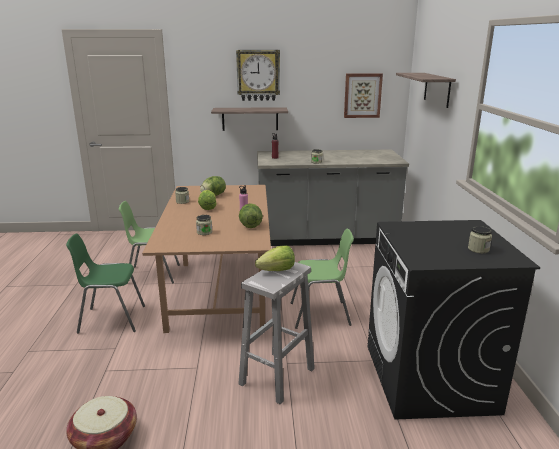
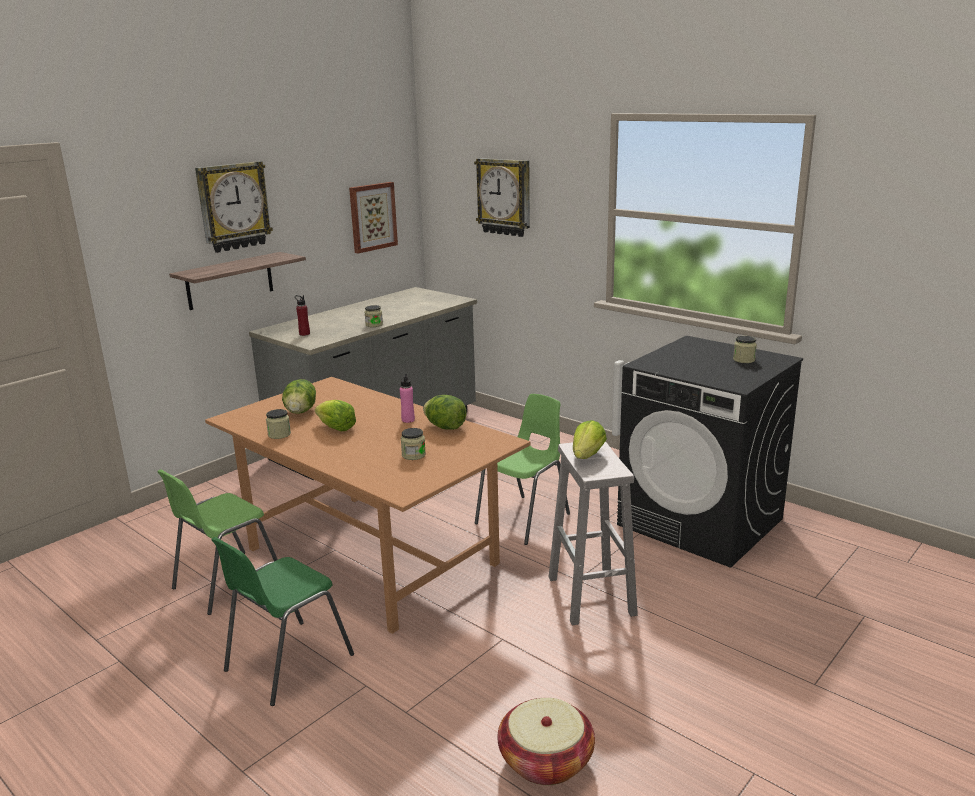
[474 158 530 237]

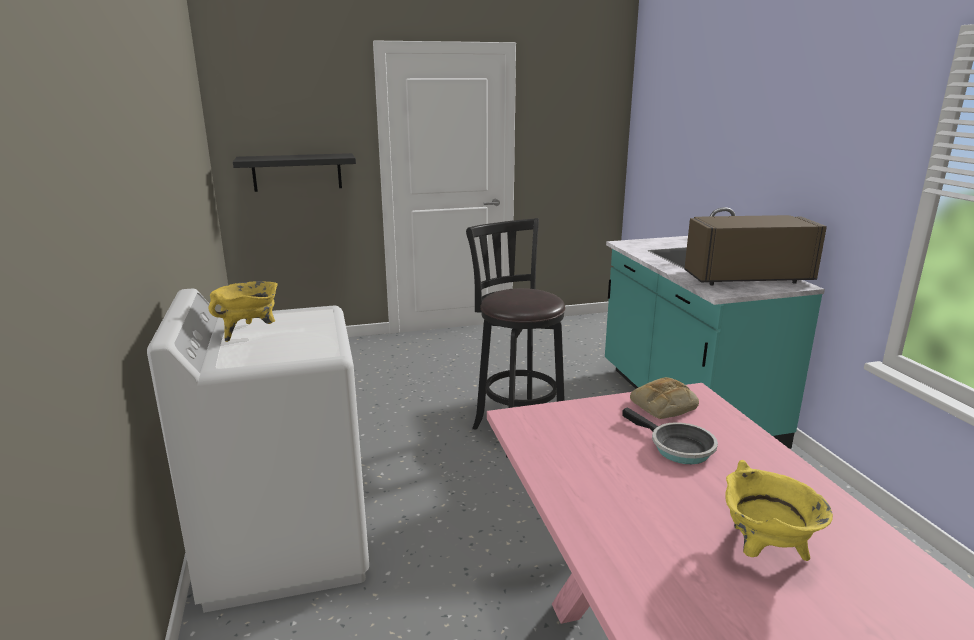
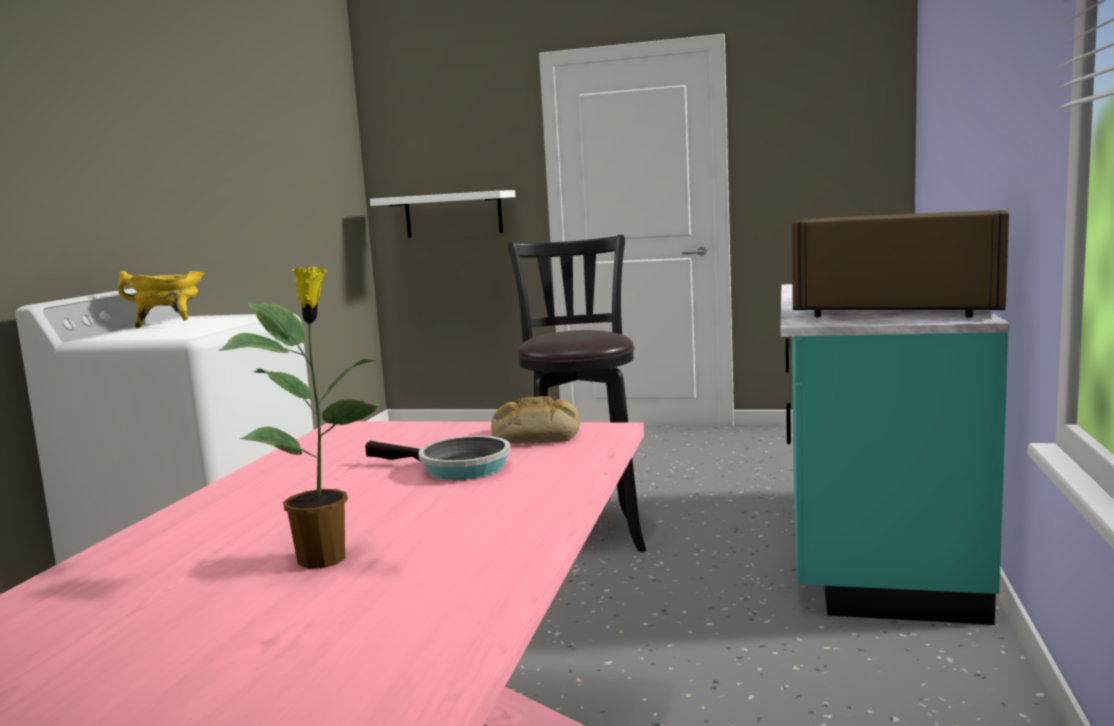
[370 190 516 238]
[365 436 511 480]
[218 266 381 569]

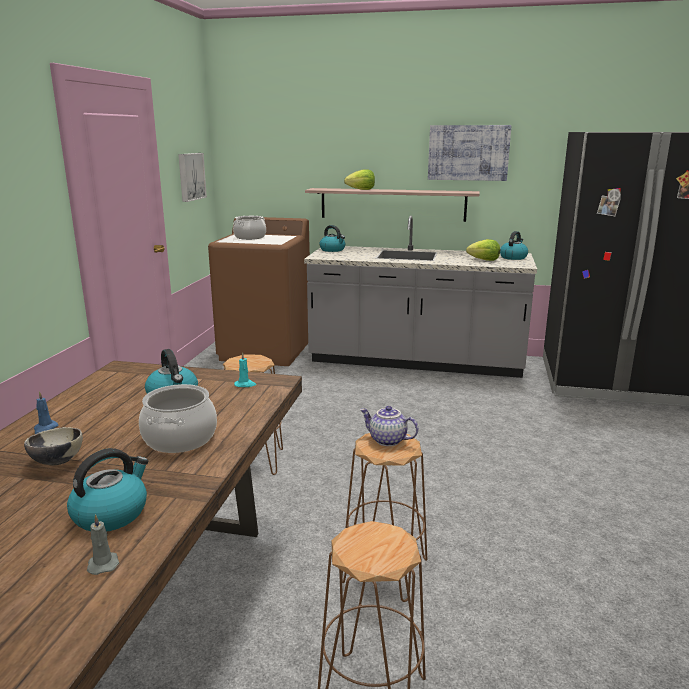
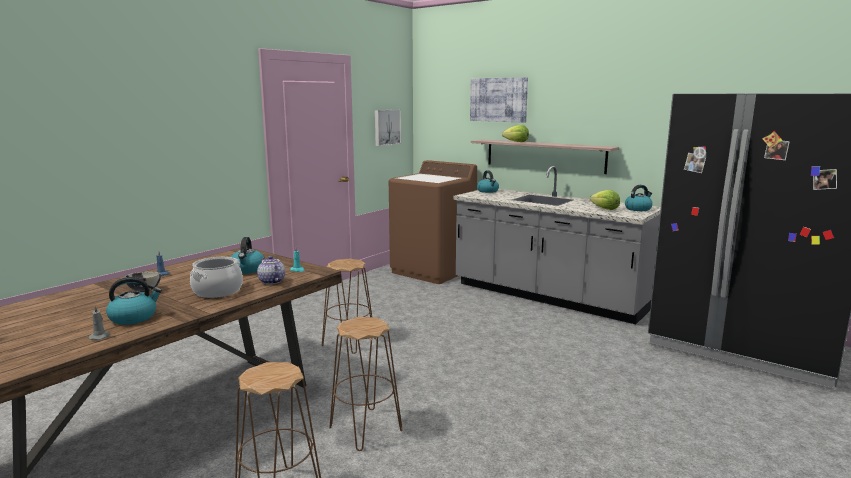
[470 77 528 123]
[233 216 266 240] (first image)
[257 256 285 285]

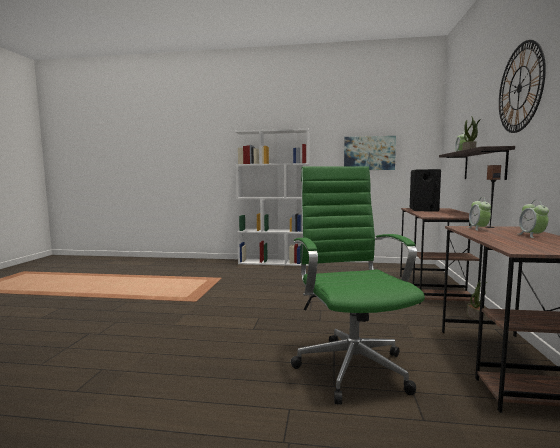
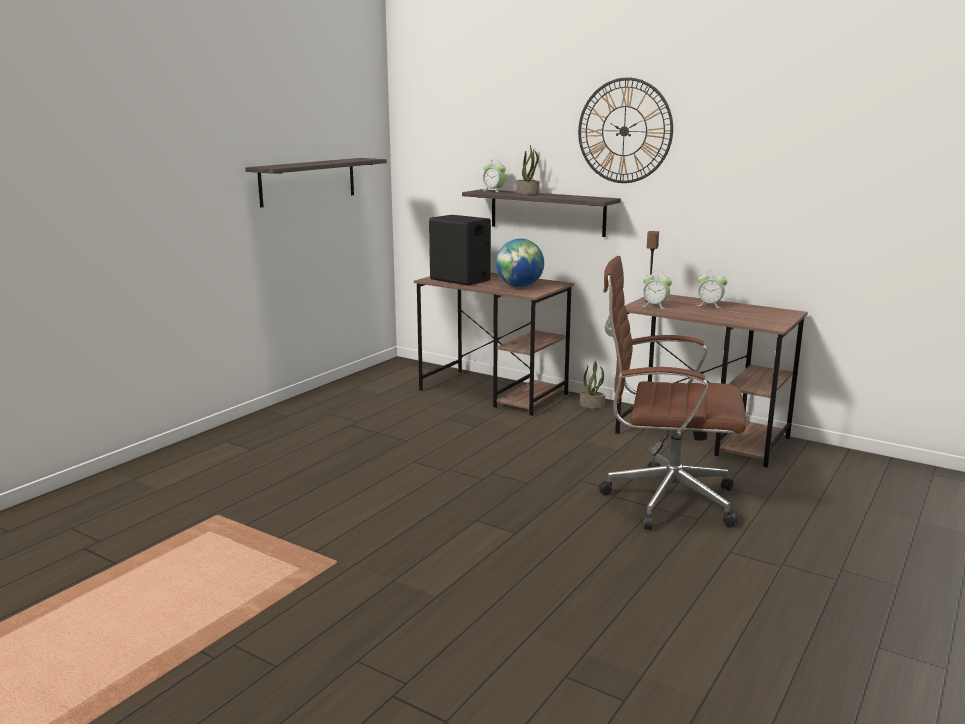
[235 129 310 266] (first image)
[245 158 387 208]
[599 256 746 530]
[496 239 544 287]

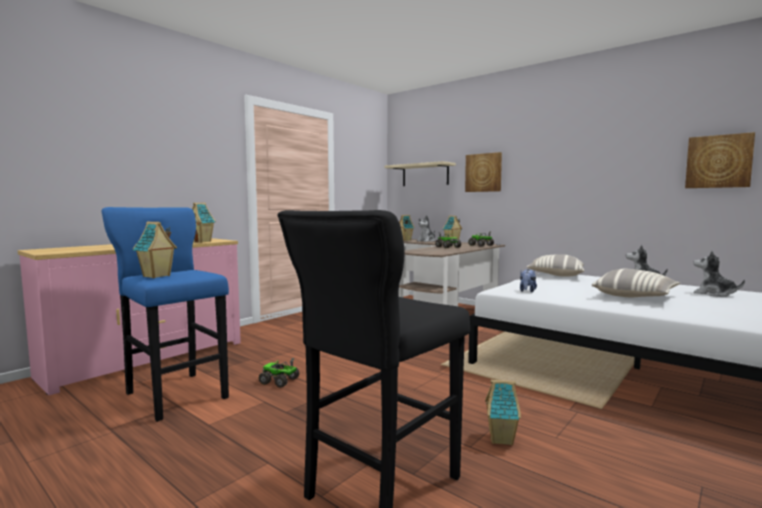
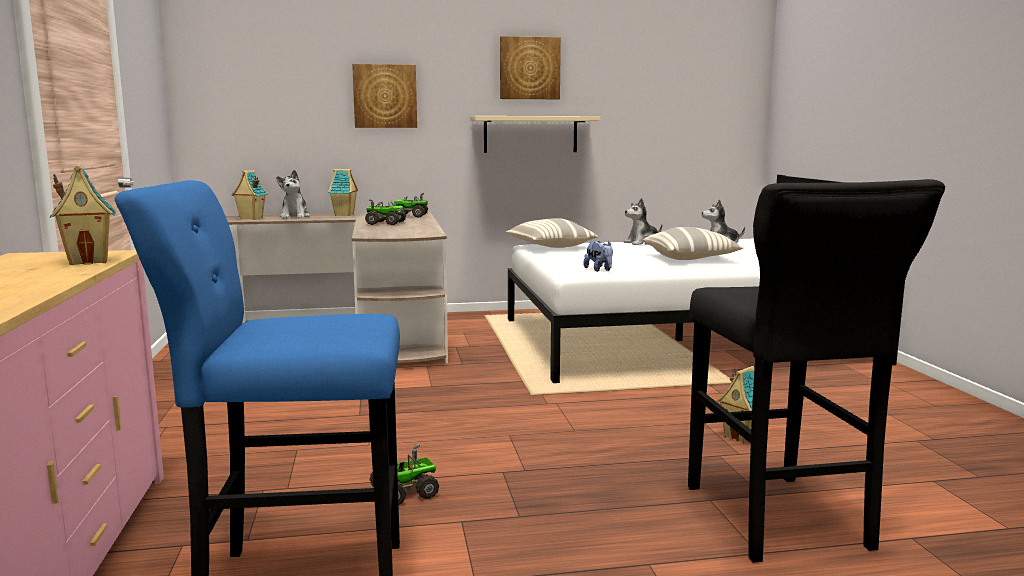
[500 36 561 99]
[471 116 600 153]
[133 221 177 278] (first image)

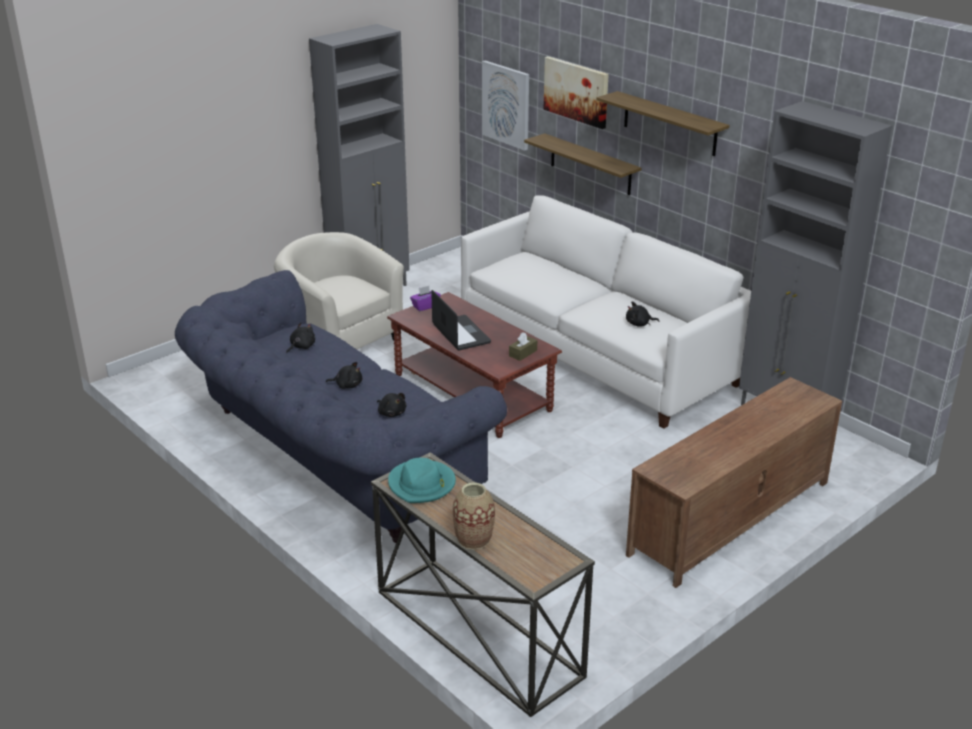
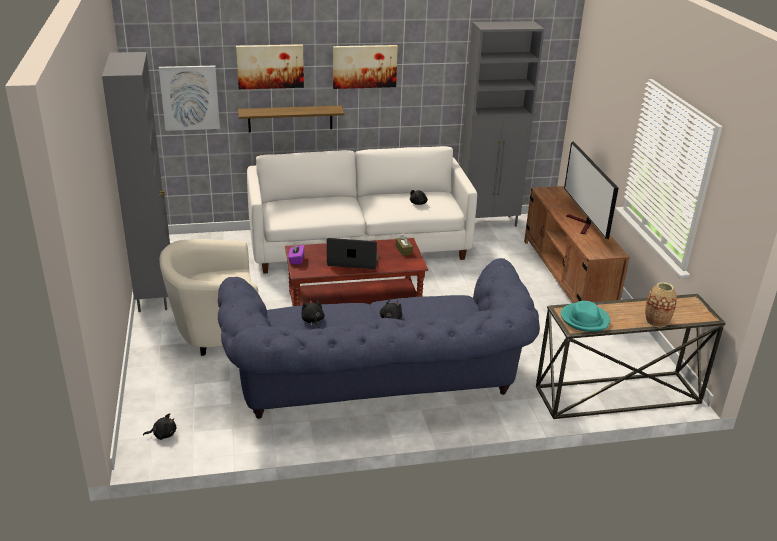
[333 45 398 89]
[143 413 176 440]
[564 141 619 240]

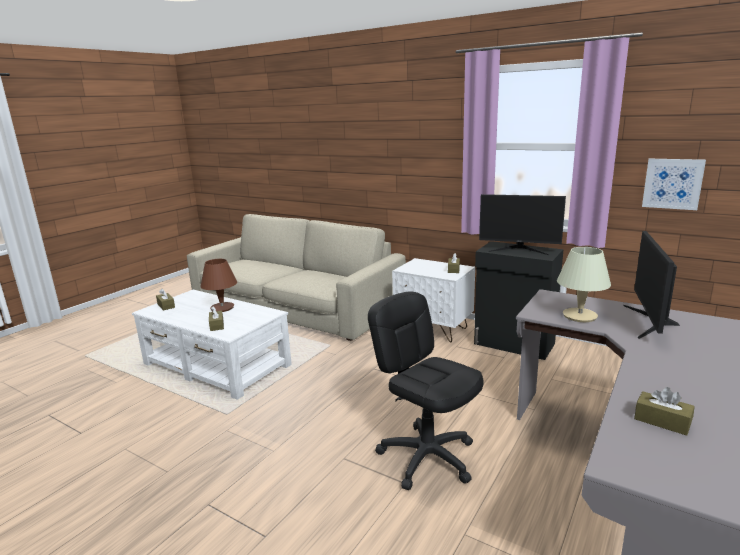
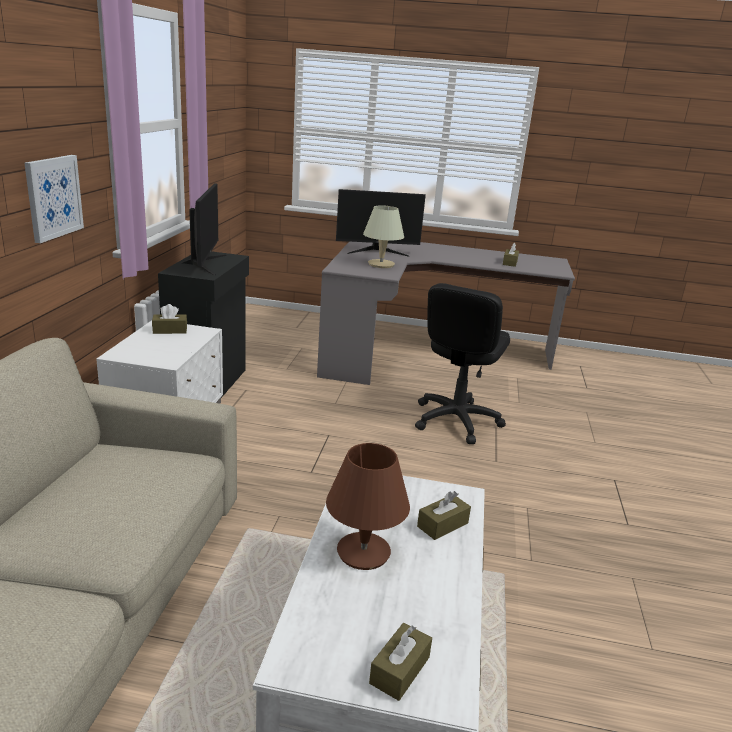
[24 155 84 243]

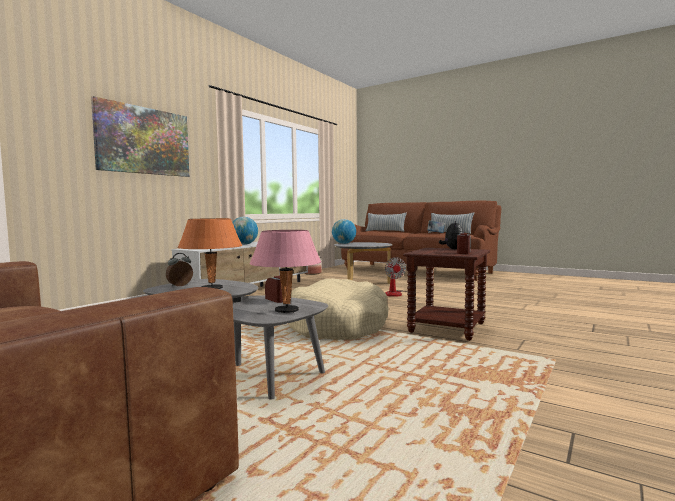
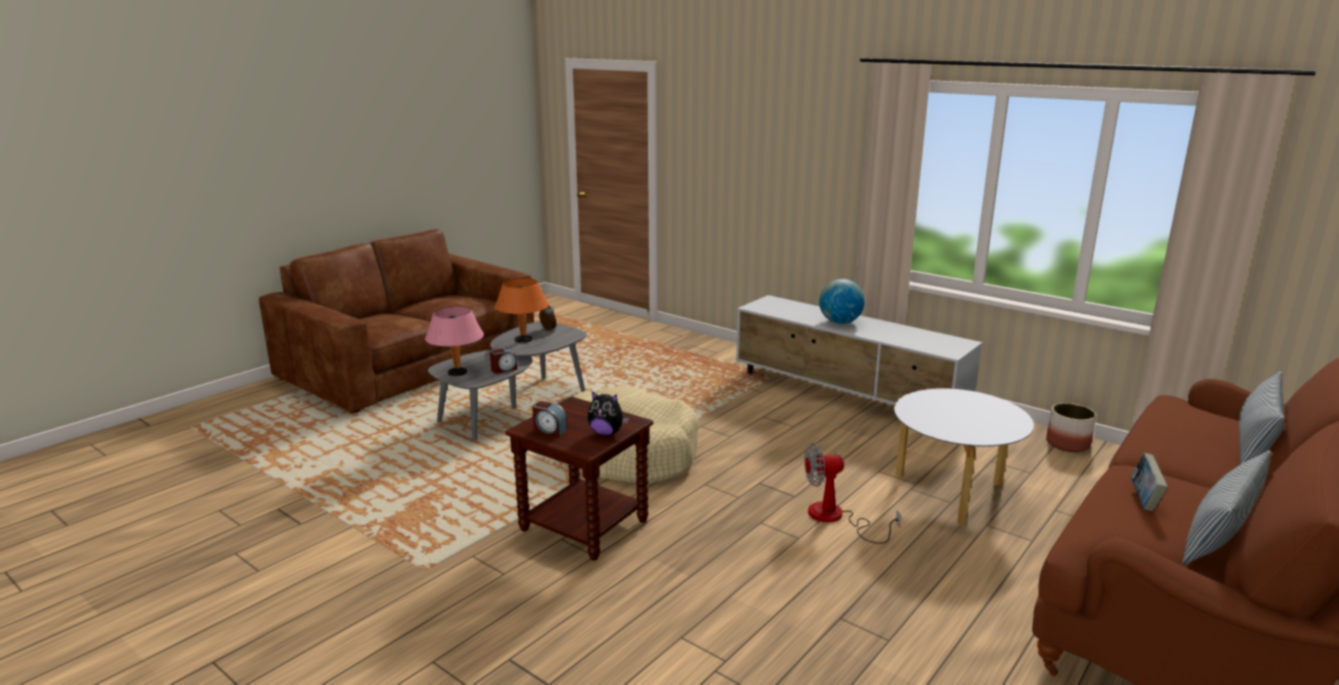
[91 96 189 177] (first image)
[332 219 356 244] (first image)

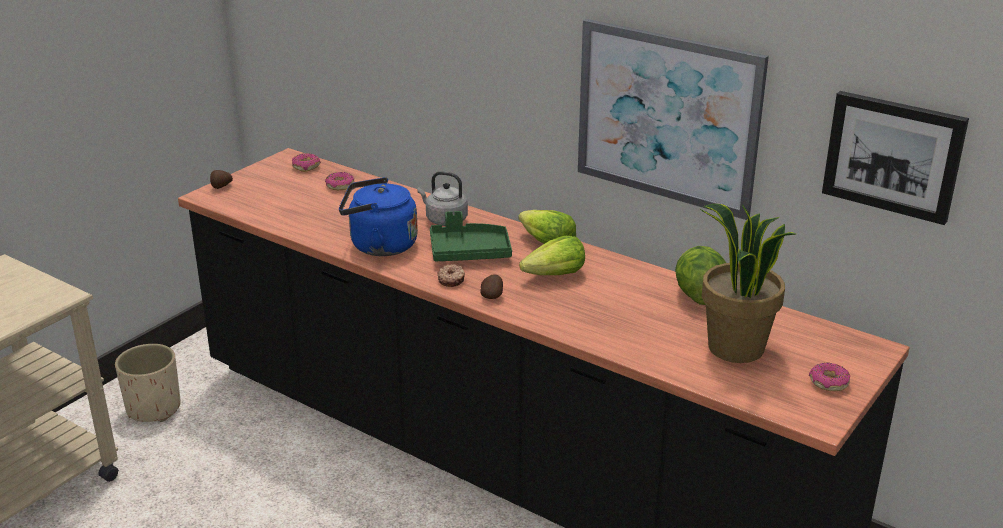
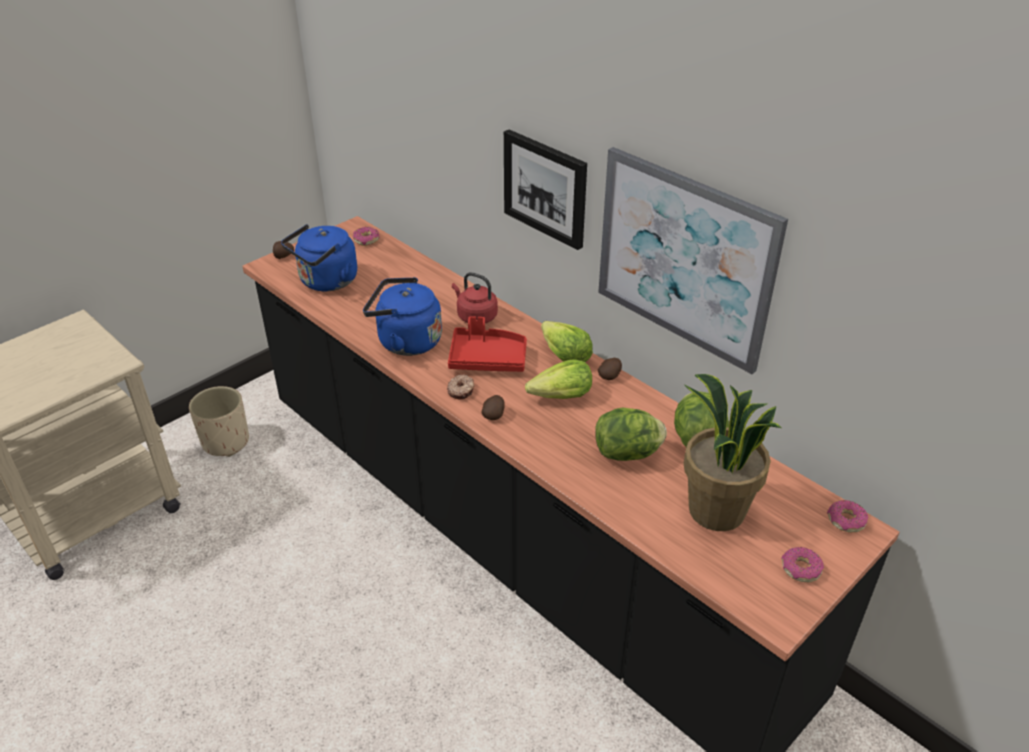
[504 129 587 250]
[452 272 498 323]
[827 500 868 532]
[448 316 527 372]
[281 224 357 291]
[598 358 622 380]
[595 407 667 461]

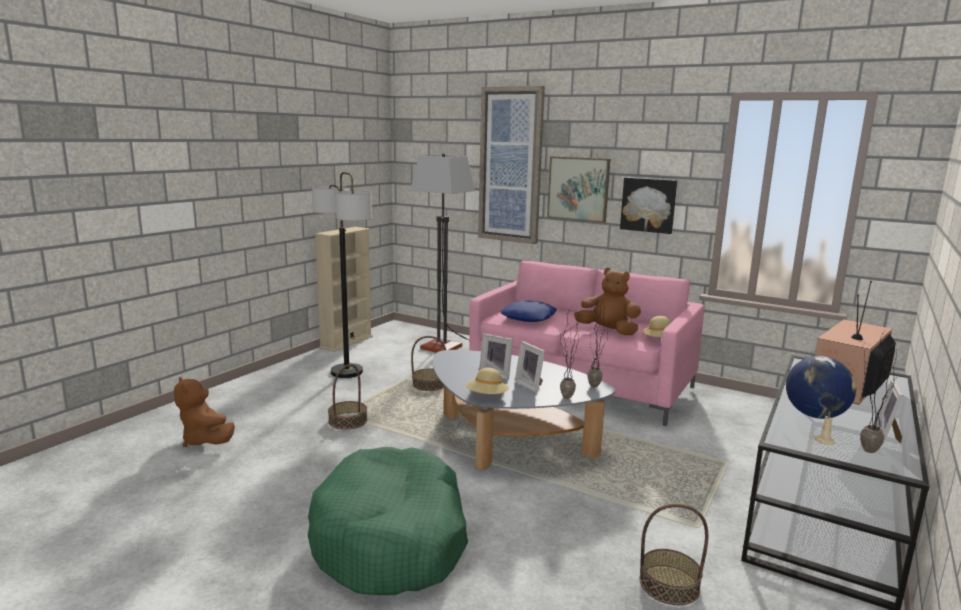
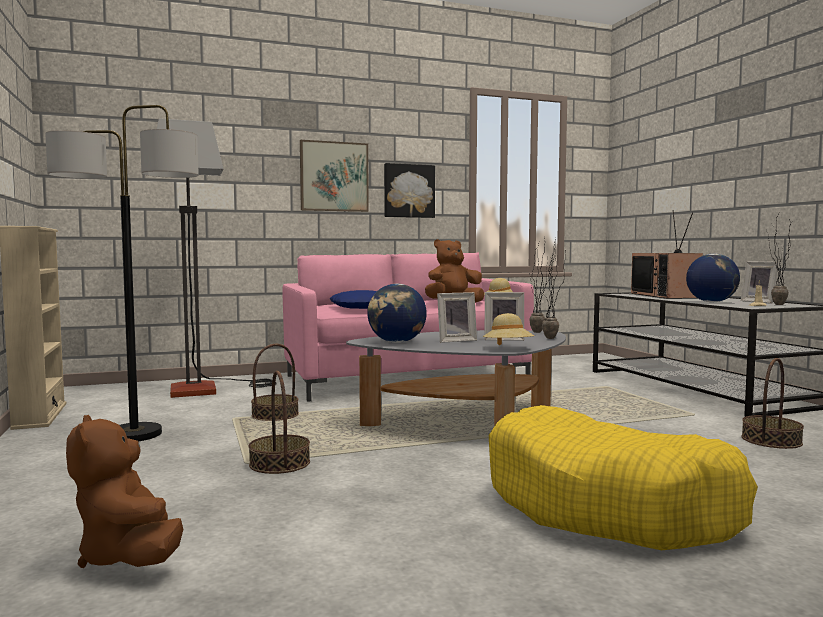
[478 86 545 244] (first image)
[66 415 183 568]
[489 405 758 550]
[367 284 427 343]

